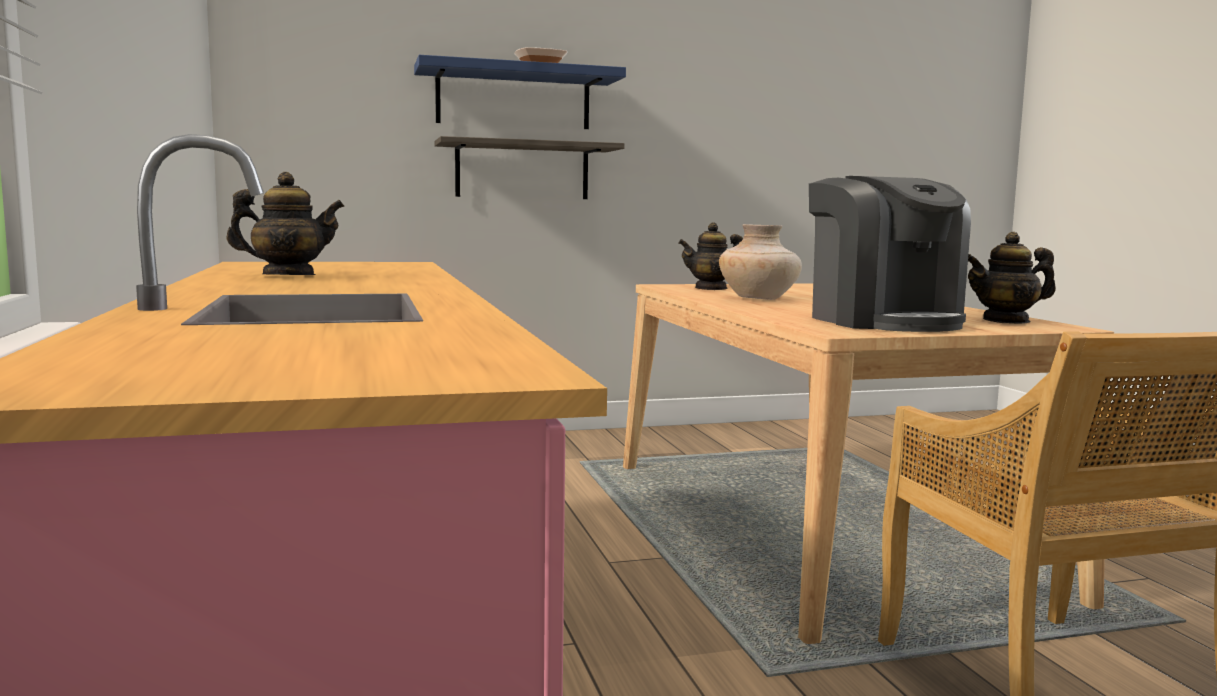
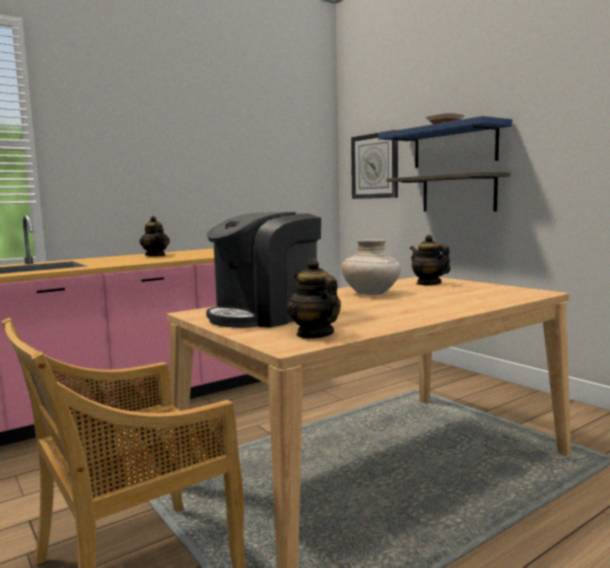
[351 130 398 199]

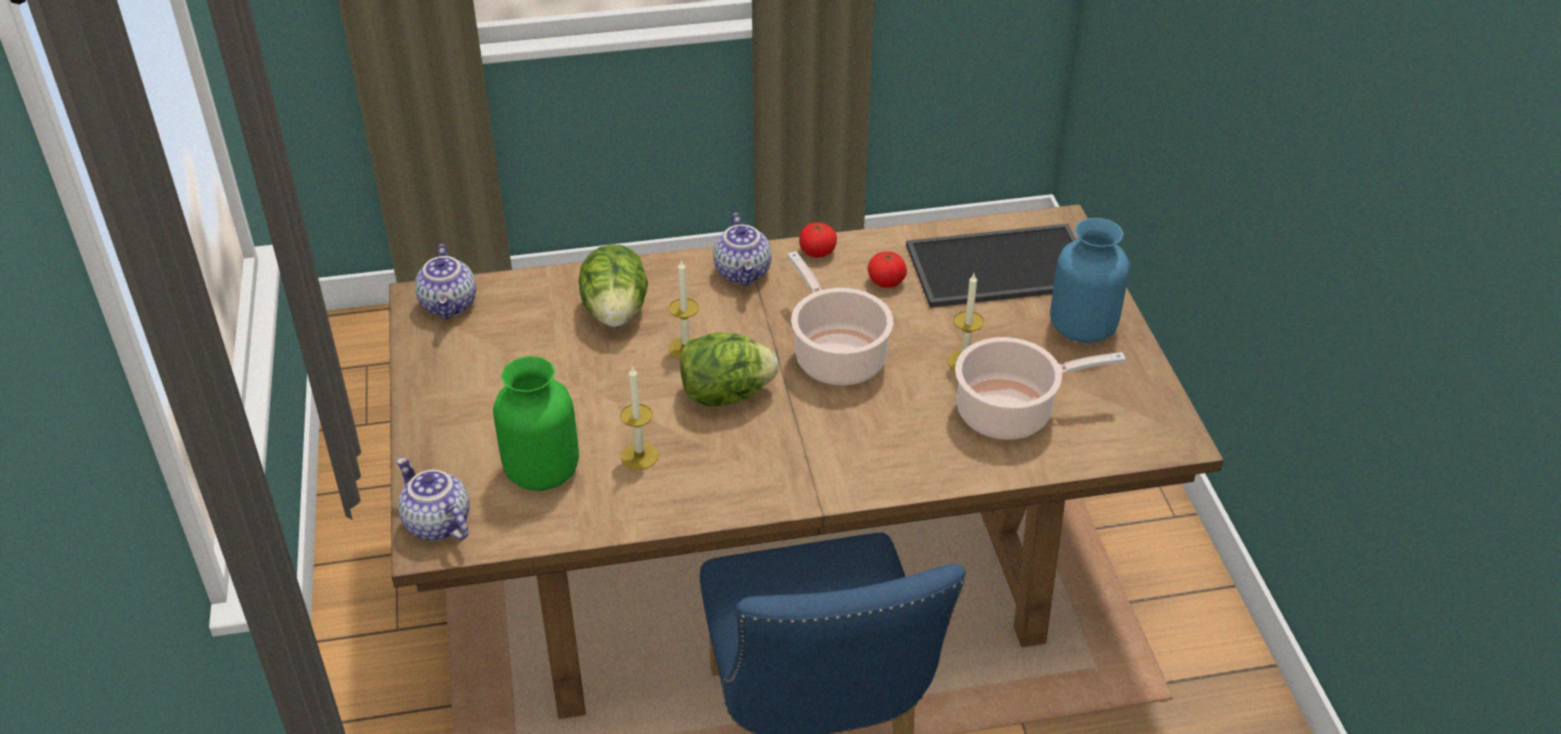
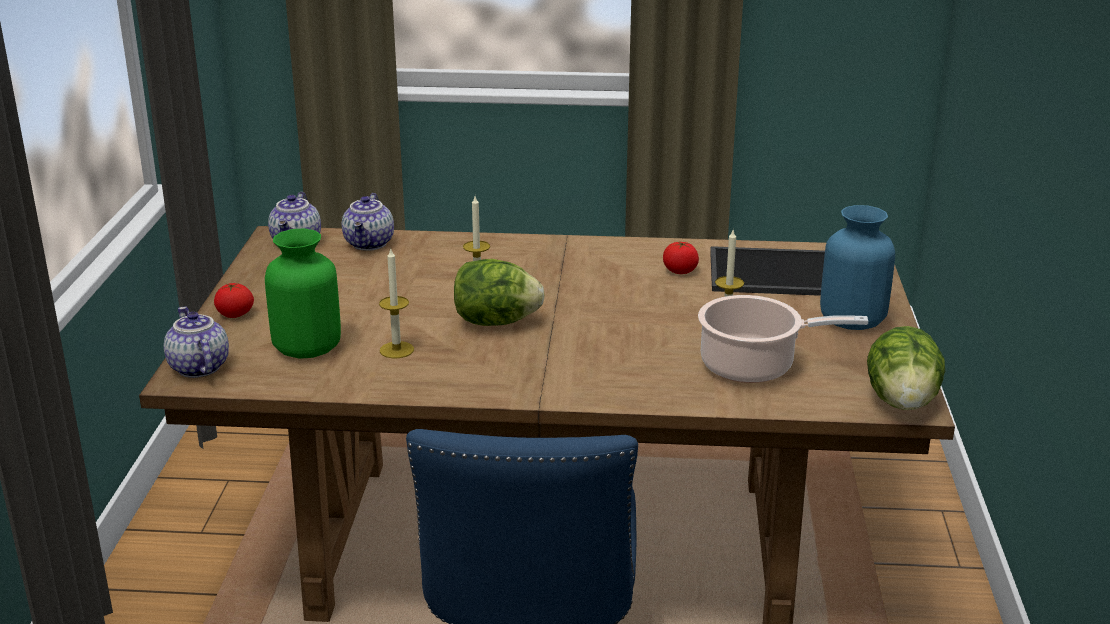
[342 193 394 251]
[214 283 254 318]
[867 326 945 410]
[788 251 893 385] (first image)

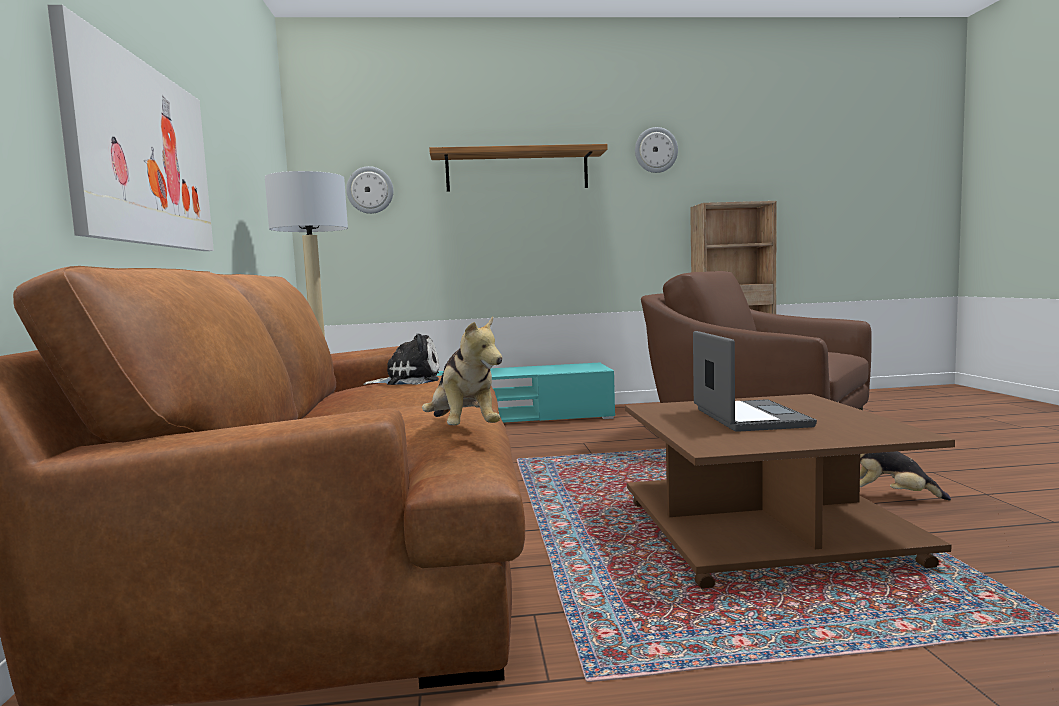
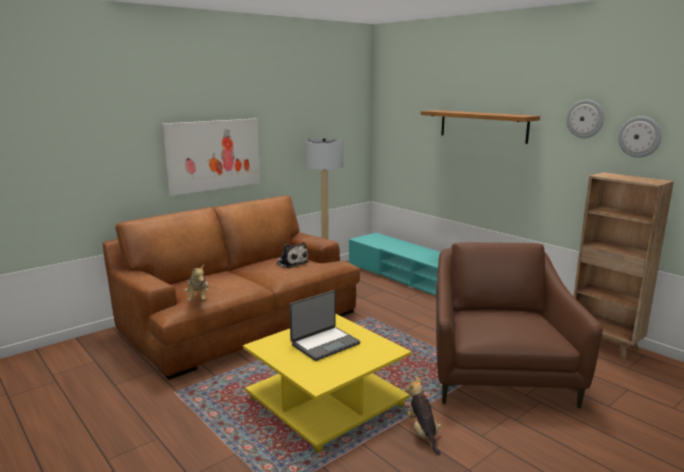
[618 116 662 158]
[184 265 208 301]
[243 314 411 453]

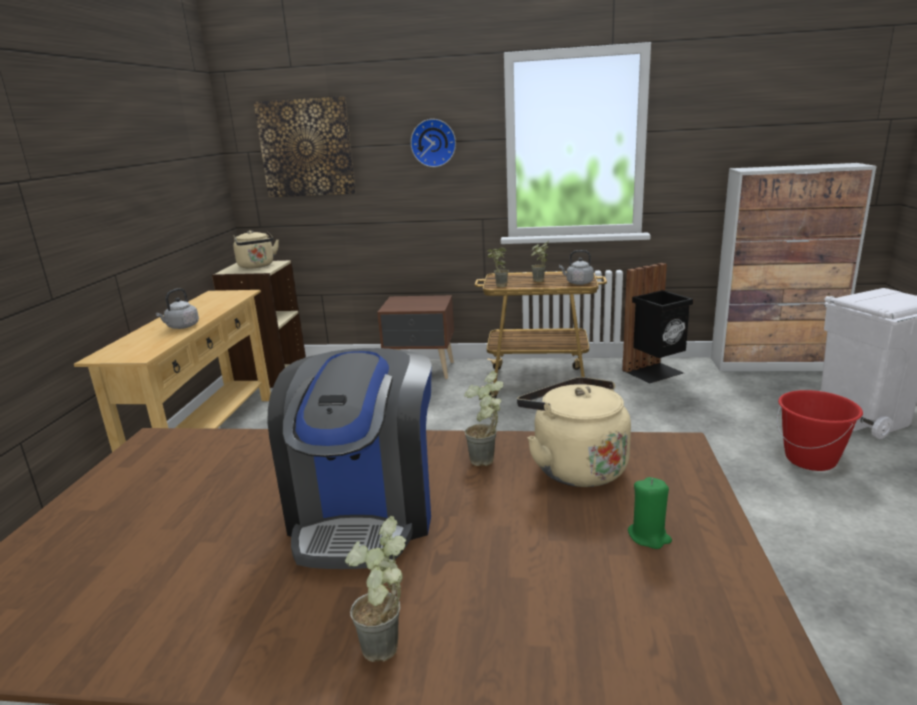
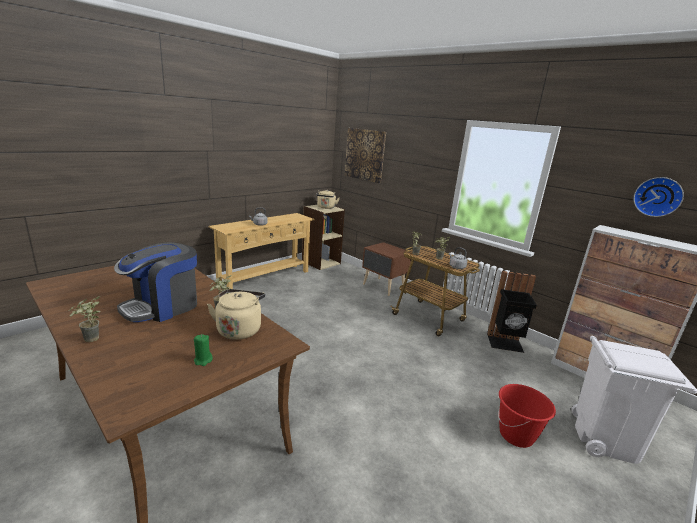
[633 177 684 217]

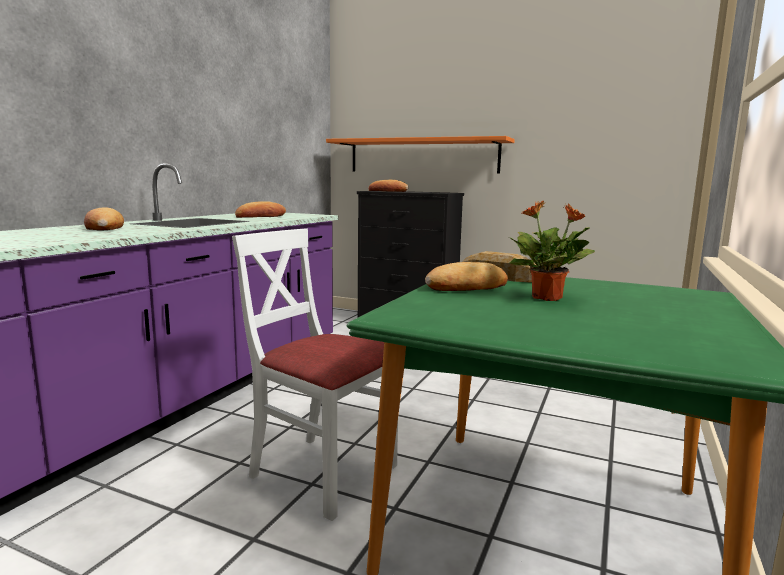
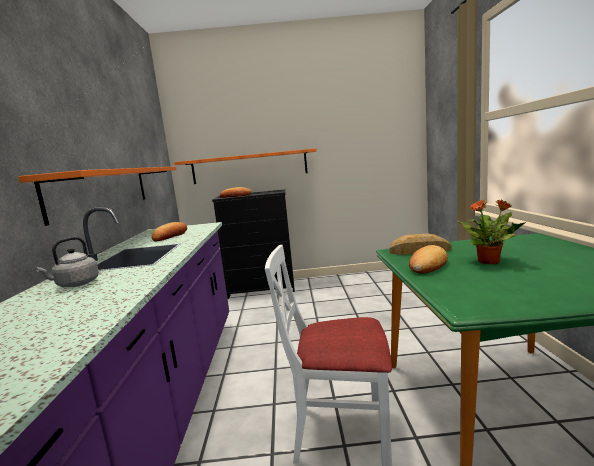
[36 237 99 287]
[18 167 176 226]

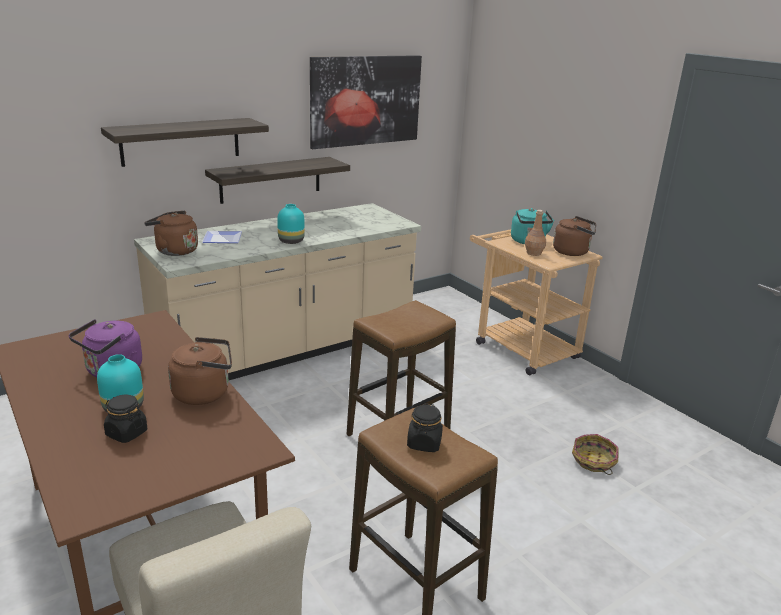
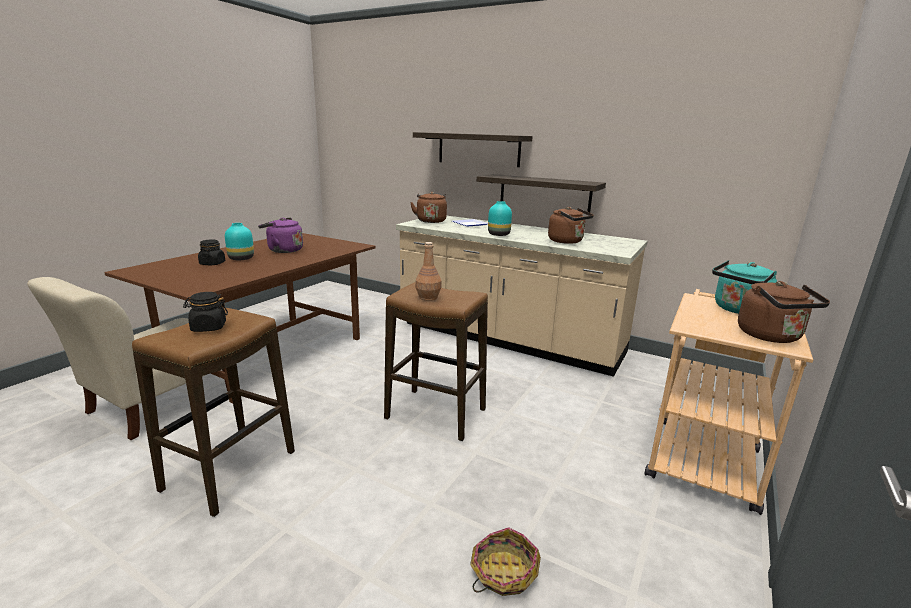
[310 55 422 149] (first image)
[415 242 442 301]
[548 207 594 244]

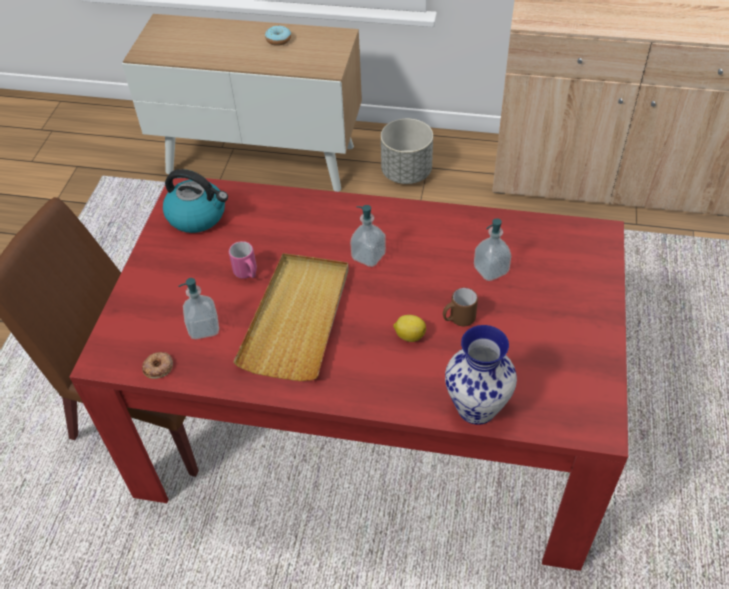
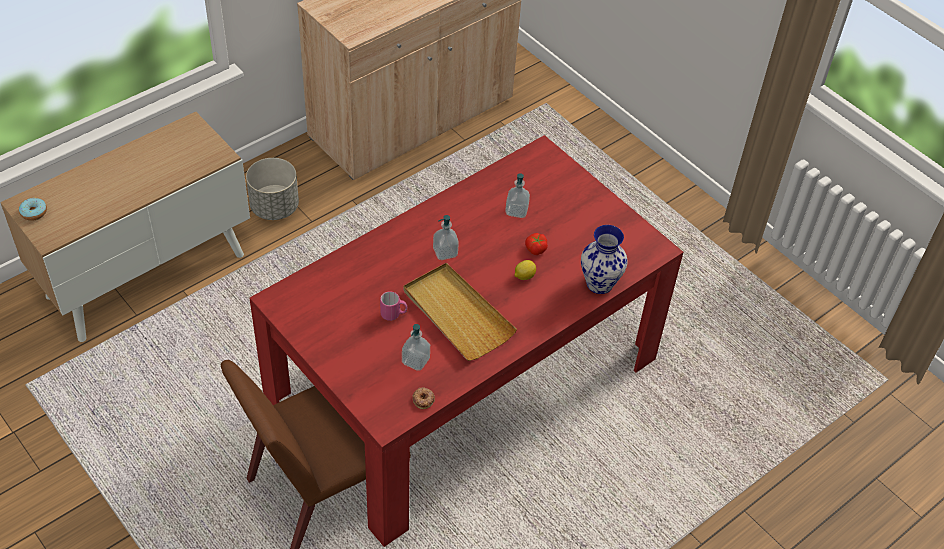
[19 198 47 221]
[163 169 228 233] (first image)
[525 233 548 255]

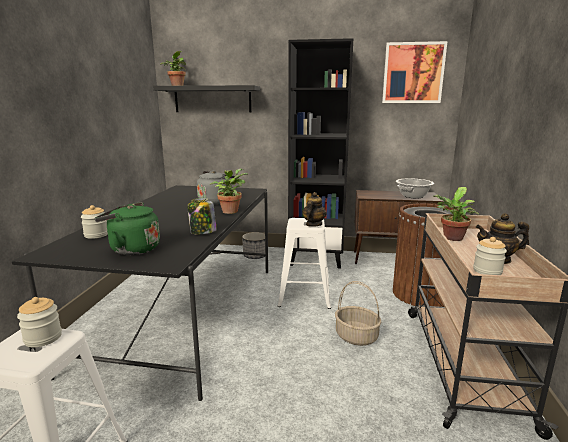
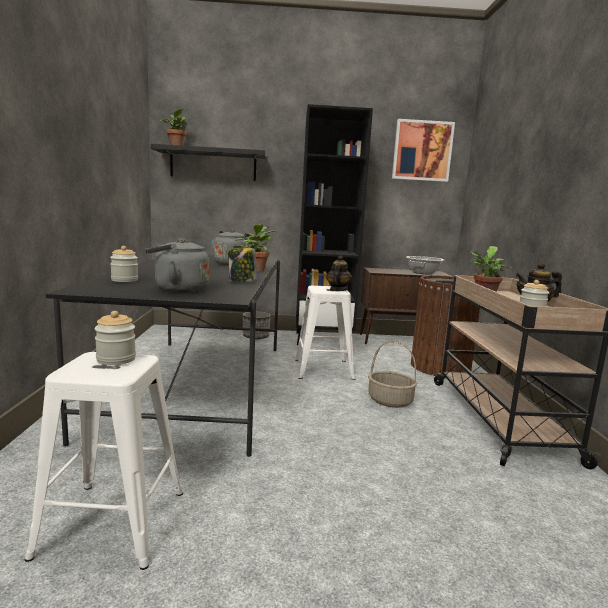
[145 239 209 292]

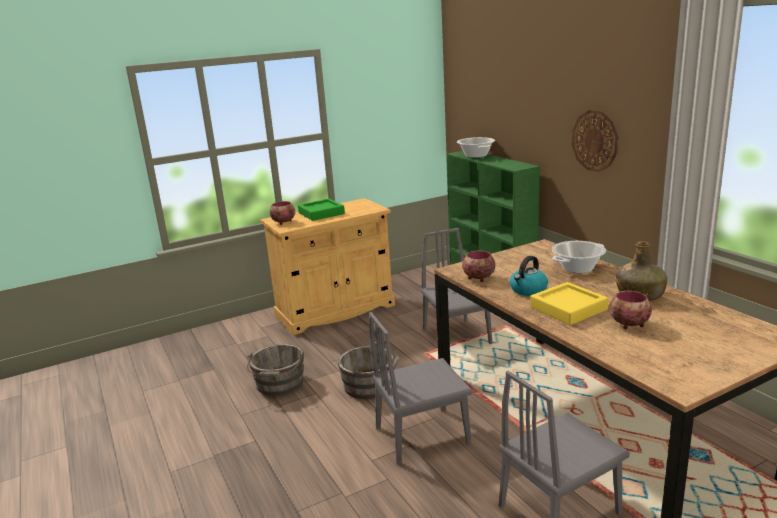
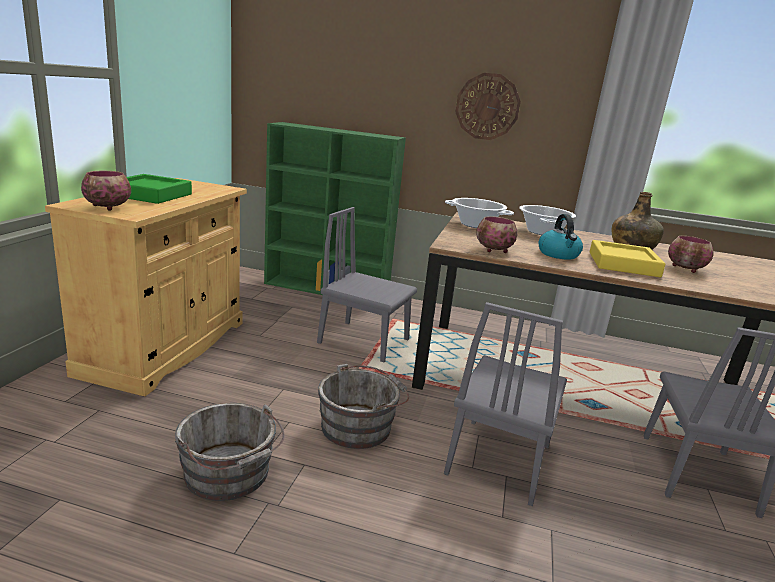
[445 198 514 228]

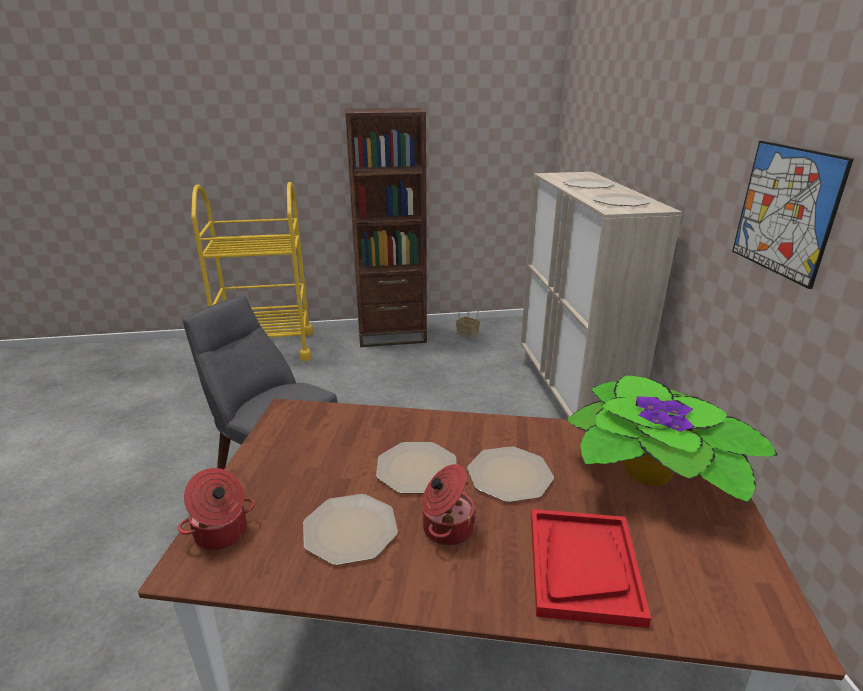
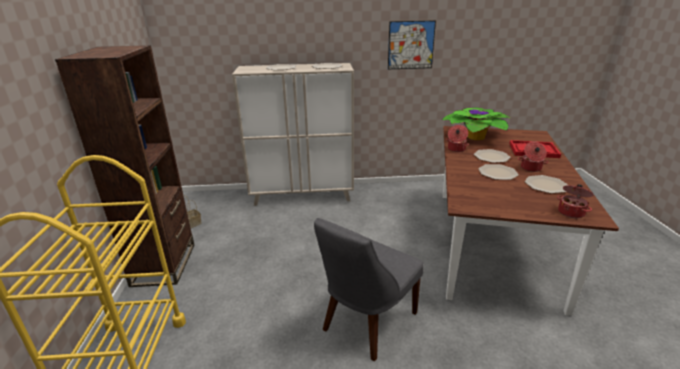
[446 125 469 152]

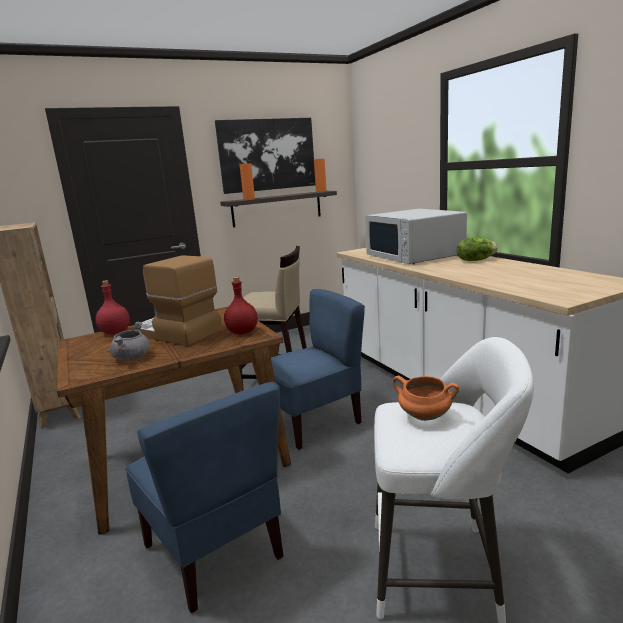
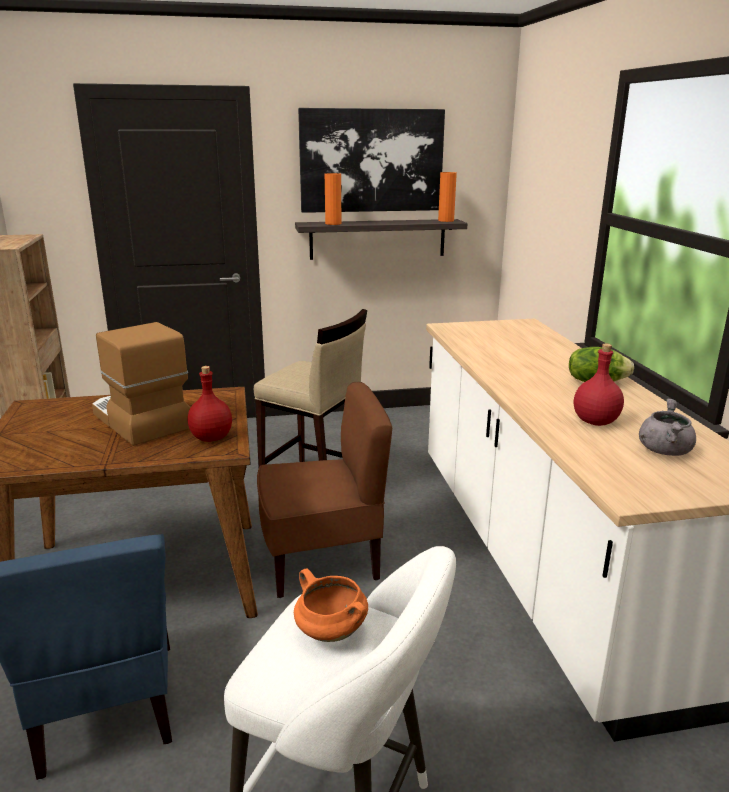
[365 209 467 264] (first image)
[574 344 624 426]
[257 382 392 598]
[639 399 696 456]

